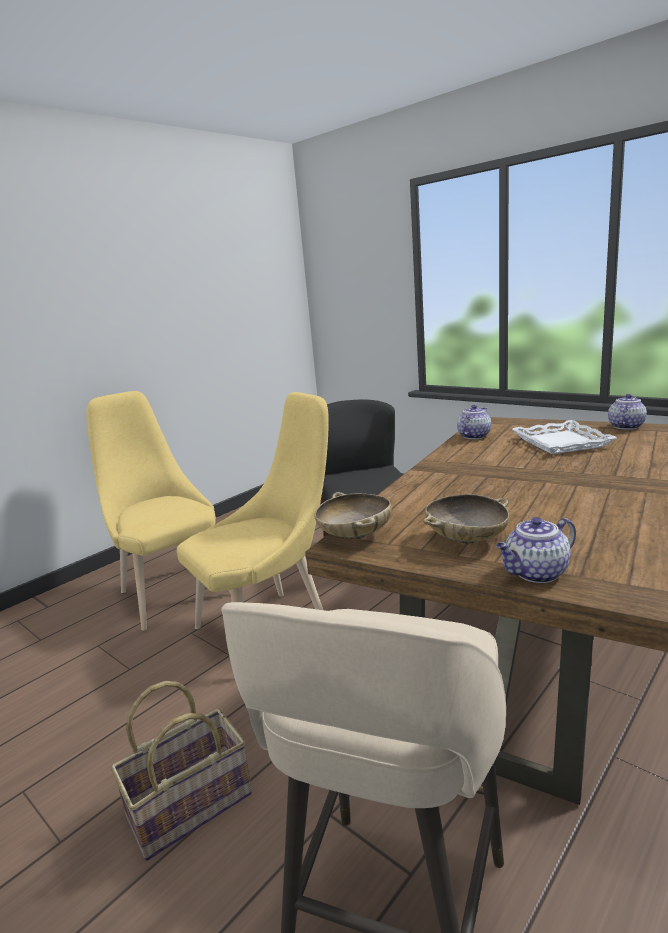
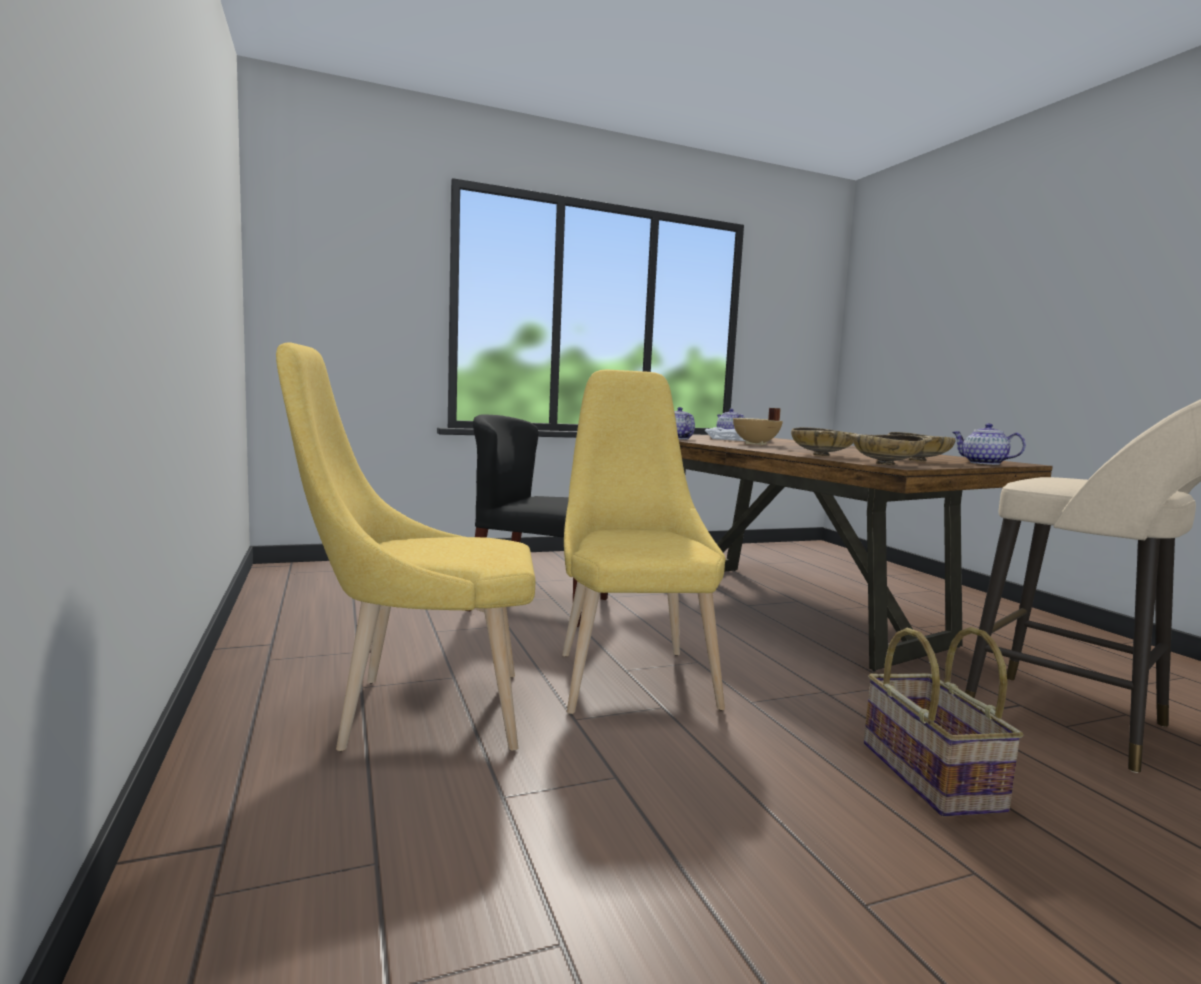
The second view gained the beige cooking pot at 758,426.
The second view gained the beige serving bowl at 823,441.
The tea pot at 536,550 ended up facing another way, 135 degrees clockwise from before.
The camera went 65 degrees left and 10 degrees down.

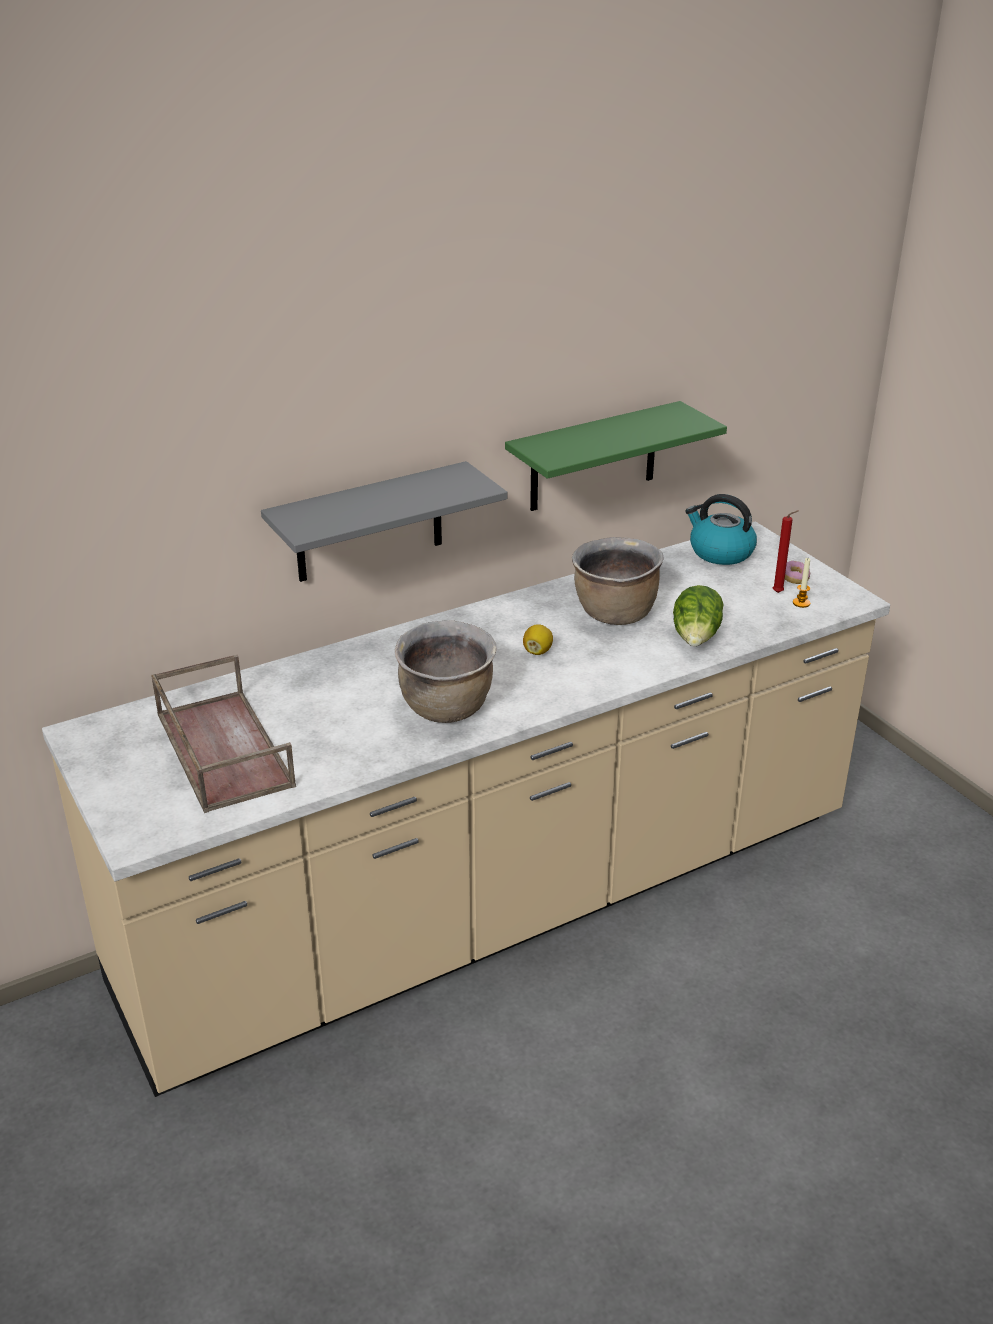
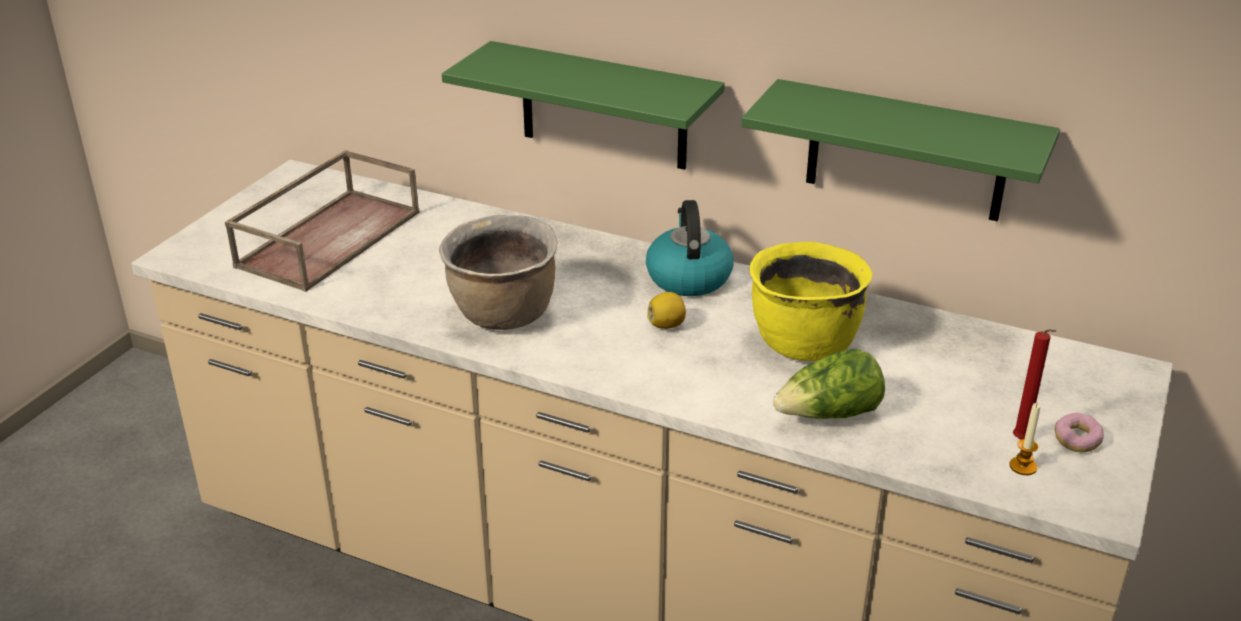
What was the greyish wall shelf at 384,521 turned into the greenish wall shelf at 583,105.
The tea kettle ended up elsewhere, having gone from 721,529 to 689,248.
What was the brown cooking pot at 617,581 turned into the yellowish cooking pot at 811,301.
The camera went 55 degrees right and 0 degrees up.

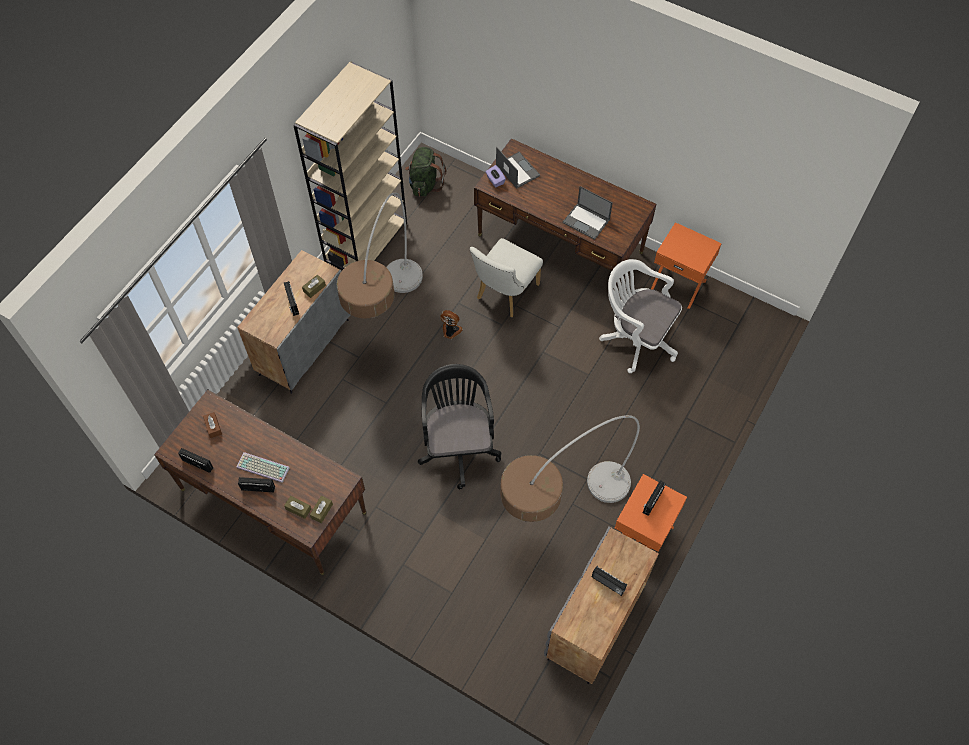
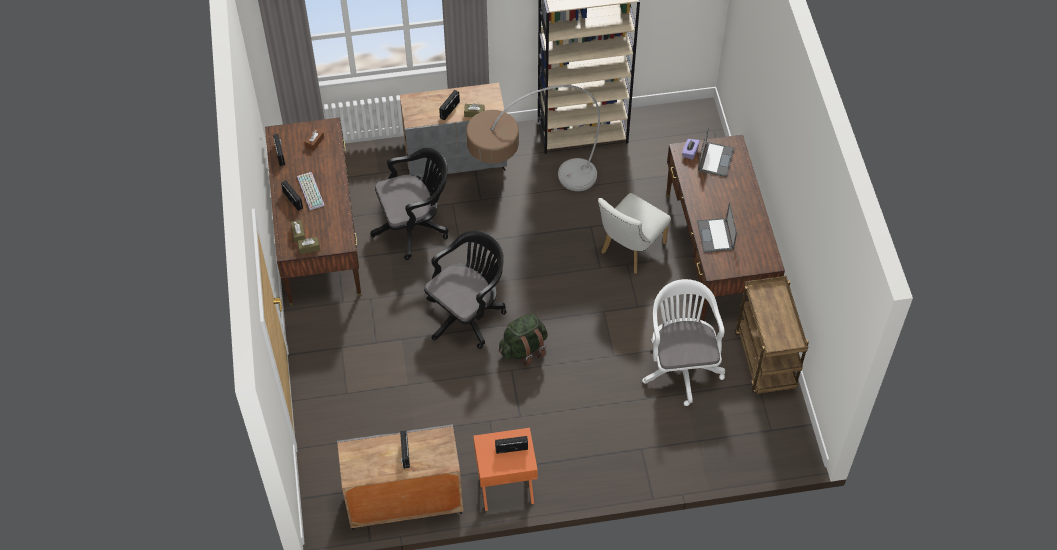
The second view gained the blackish desk chair at 409,204.
The greenish rucksack ended up elsewhere, having gone from 425,171 to 523,340.
The white plain chair at 506,277 ended up facing another way, 45 degrees counterclockwise from before.
Where the orangey nightstand stood at 686,265, the brown cart came to stand at 772,335.
The second view lost the electric fan at 451,324.
The second view lost the standing lamp at 570,468.
The camera went 50 degrees right and 5 degrees down.

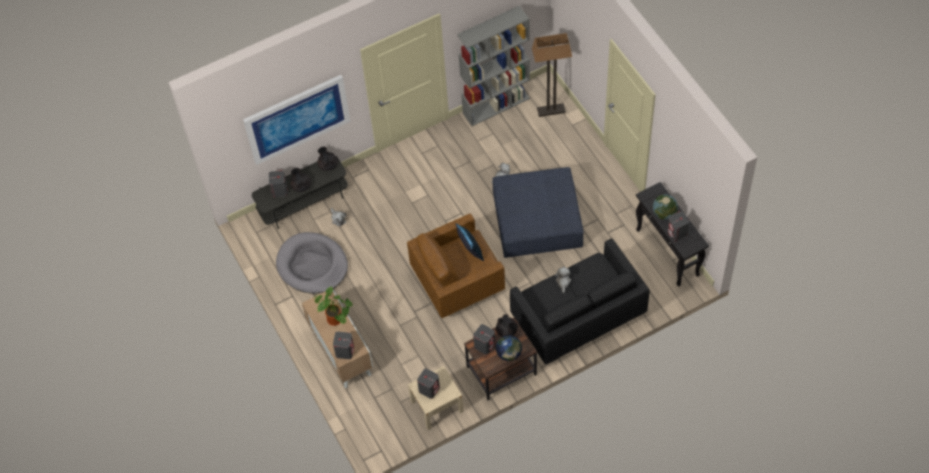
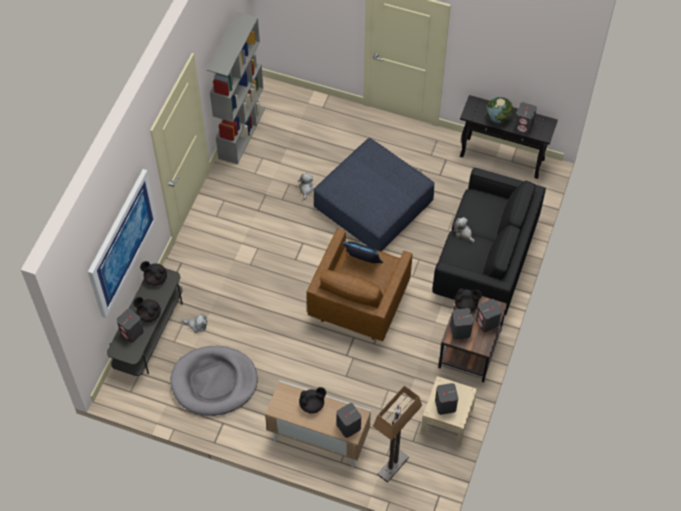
Where the potted plant stood at 333,306, the blackish tea pot came to stand at 312,400.
The standing lamp ended up elsewhere, having gone from 552,75 to 397,434.
Where the world globe stood at 509,348, the greyish speaker came to stand at 489,315.
The camera went 45 degrees left and 0 degrees up.

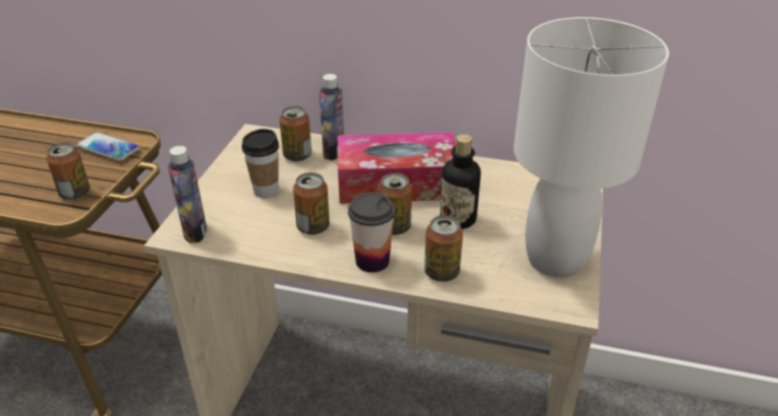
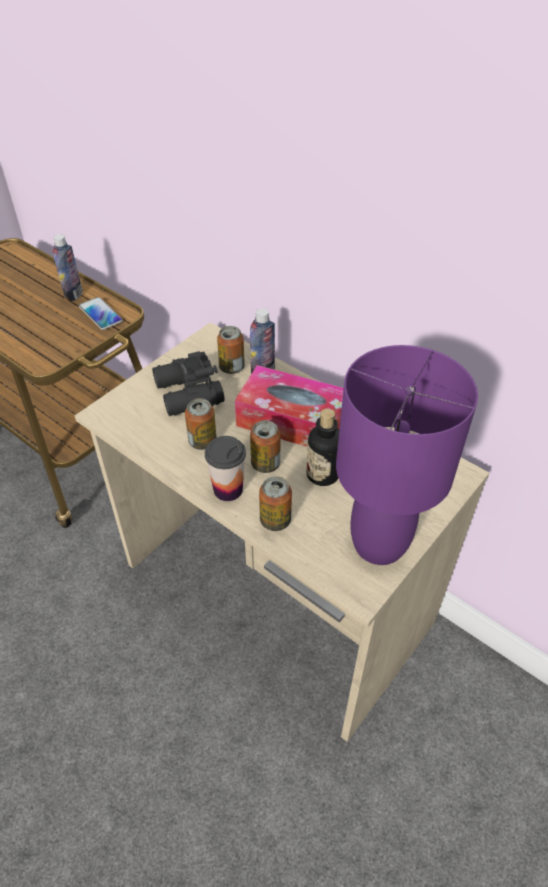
The drink bottle ended up elsewhere, having gone from 187,194 to 68,268.
Where the drinking cup stood at 260,163, the blackish pair of binoculars came to stand at 188,383.
What was the white tabletop lamp at 591,147 turned into the purple-coloured tabletop lamp at 407,455.
The second view lost the can at 68,171.
The camera went 25 degrees right and 10 degrees up.

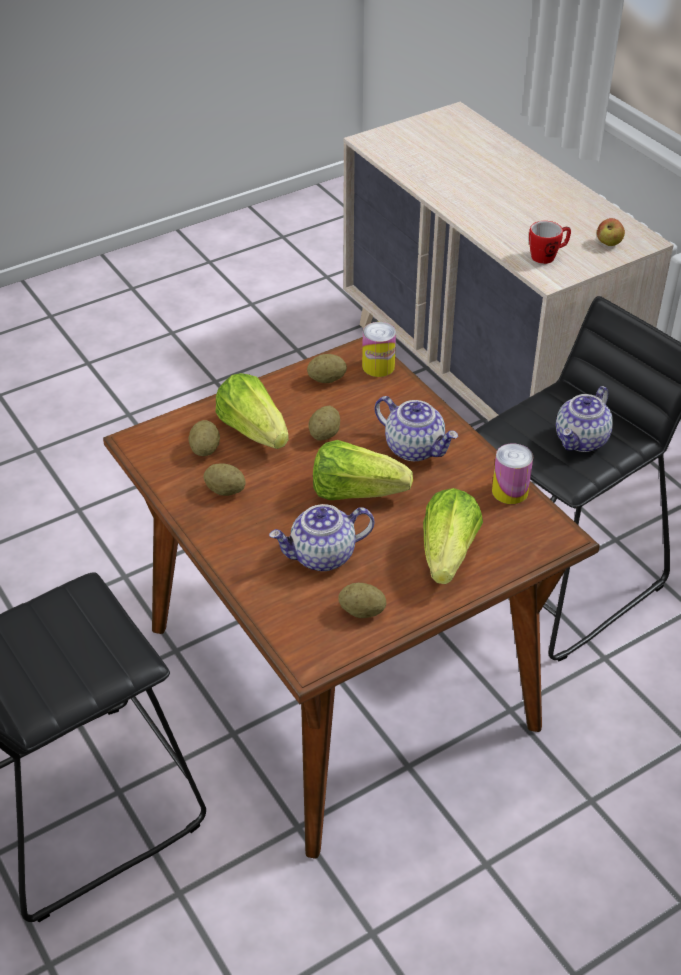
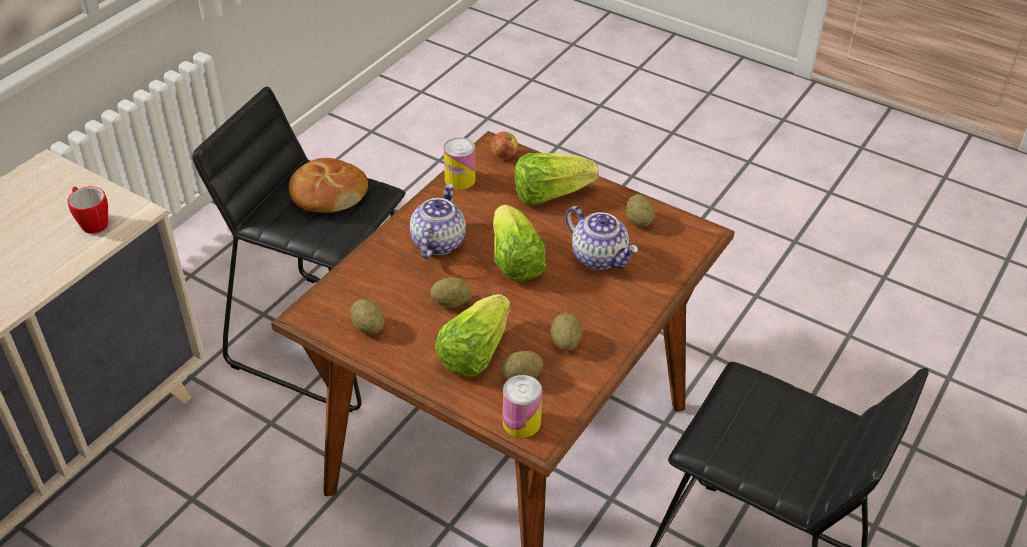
Where the tea pot stood at 584,419, the baked bread came to stand at 328,185.
The apple ended up elsewhere, having gone from 611,232 to 504,145.
The can ended up elsewhere, having gone from 379,349 to 522,406.
The camera went 115 degrees left and 0 degrees up.

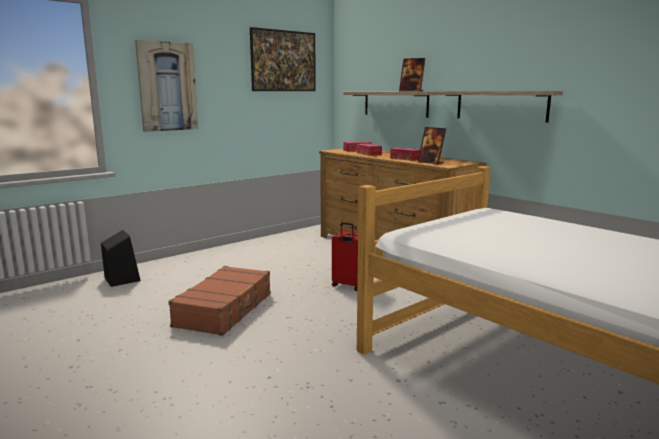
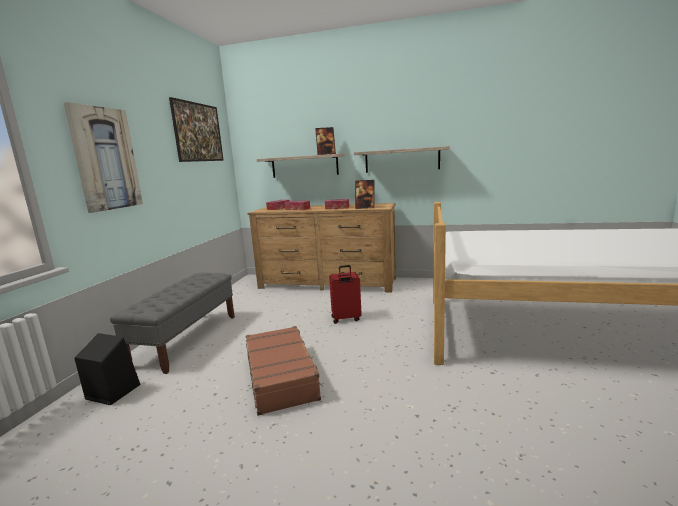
The second view gained the greyish indoor bench at 172,323.
The camera went 35 degrees left and 0 degrees up.

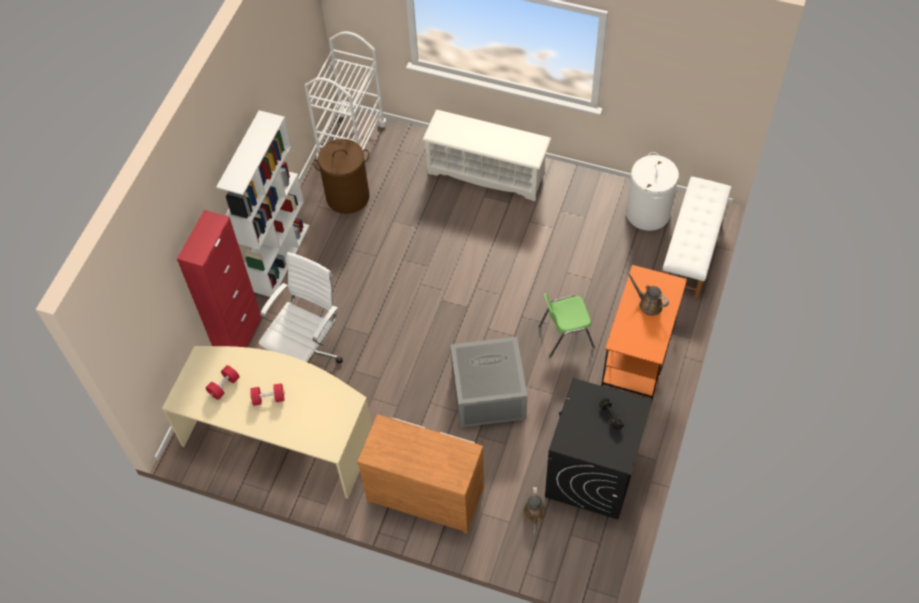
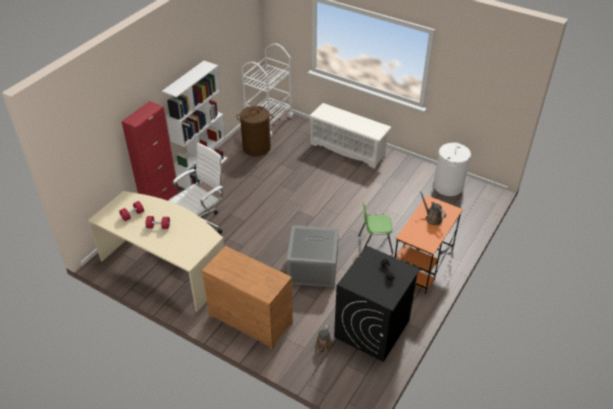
The second view lost the white indoor bench at 697,237.
The camera went 10 degrees right and 15 degrees down.

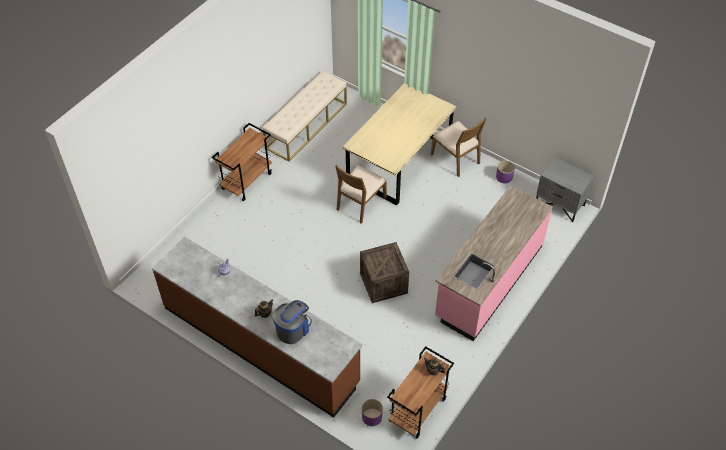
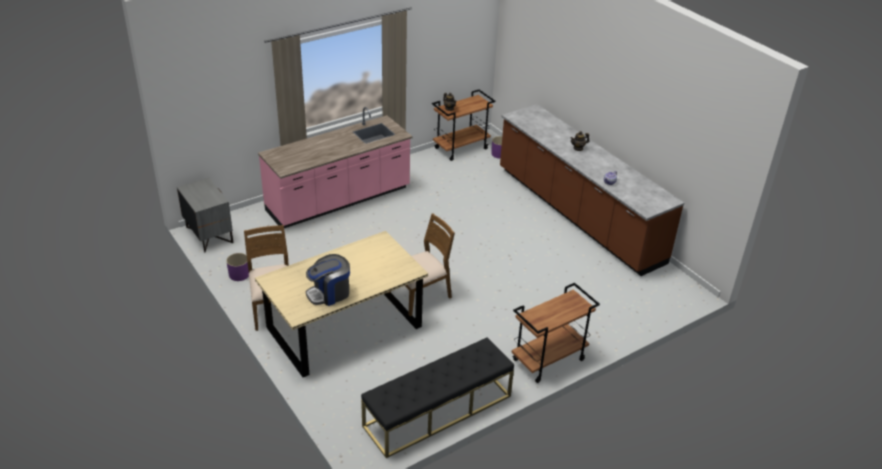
The coffee maker ended up elsewhere, having gone from 292,322 to 328,280.
What was the beige indoor bench at 304,116 turned into the blackish indoor bench at 437,397.
The second view lost the shipping crate at 384,272.
The camera went 160 degrees left and 15 degrees down.

